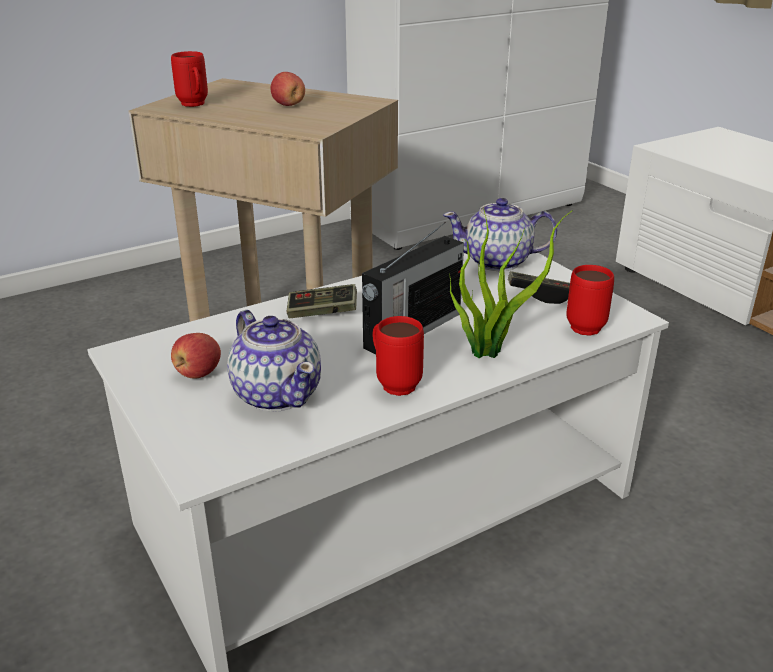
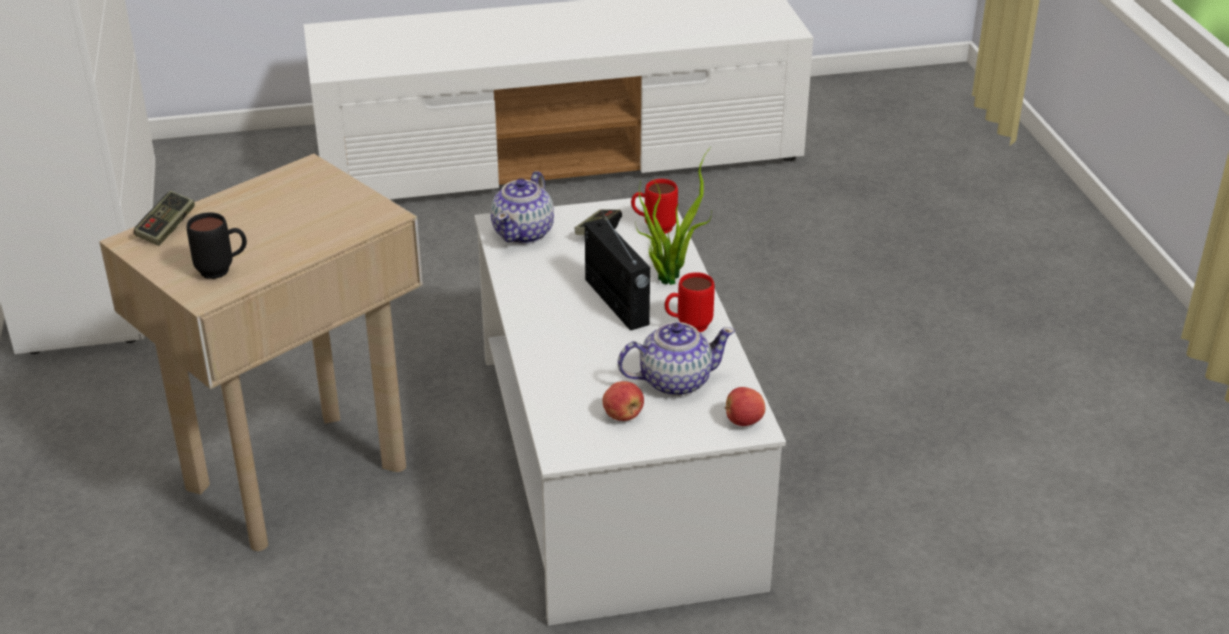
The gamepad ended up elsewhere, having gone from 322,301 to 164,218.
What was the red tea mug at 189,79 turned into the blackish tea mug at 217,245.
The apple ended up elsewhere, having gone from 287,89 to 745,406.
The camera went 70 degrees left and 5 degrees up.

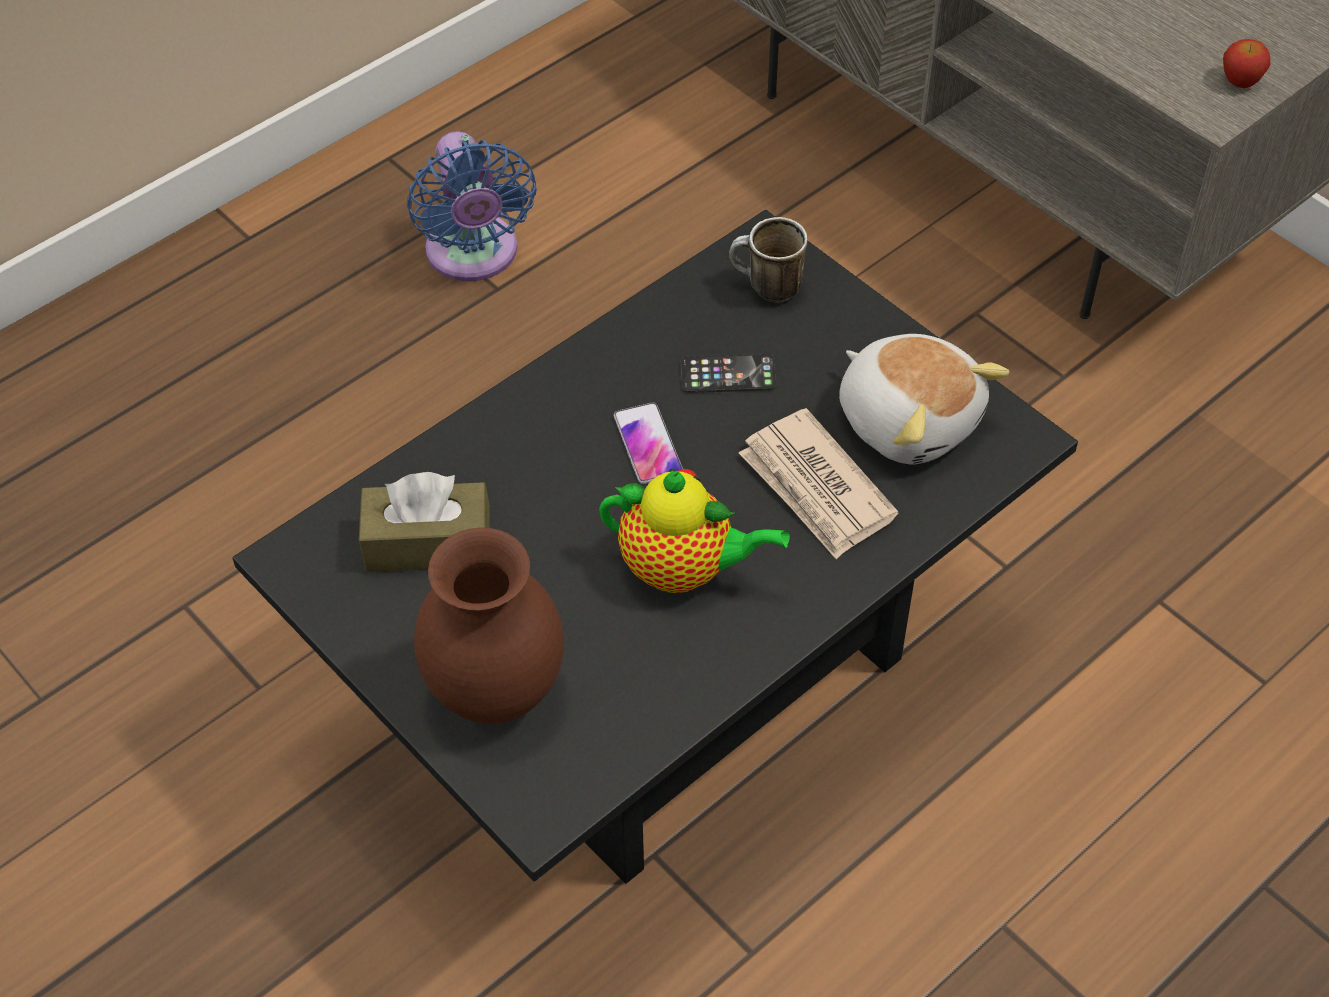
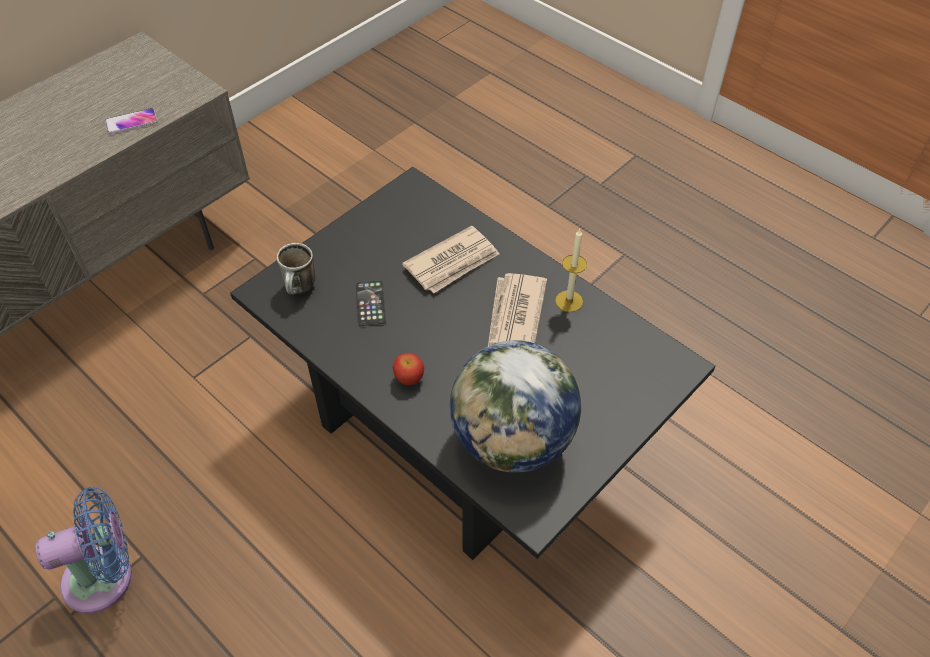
The telephone ended up elsewhere, having gone from 648,443 to 131,121.
The apple ended up elsewhere, having gone from 1246,63 to 408,369.
Where the brown tissue holder stood at 424,522, the world globe came to stand at 515,406.
Where the tea pot stood at 694,531, the daily paper came to stand at 517,309.
The second view gained the candle at 571,270.
The second view lost the brown flower vase at 489,626.
The second view lost the plush toy at 924,399.
The camera went 95 degrees left and 0 degrees up.

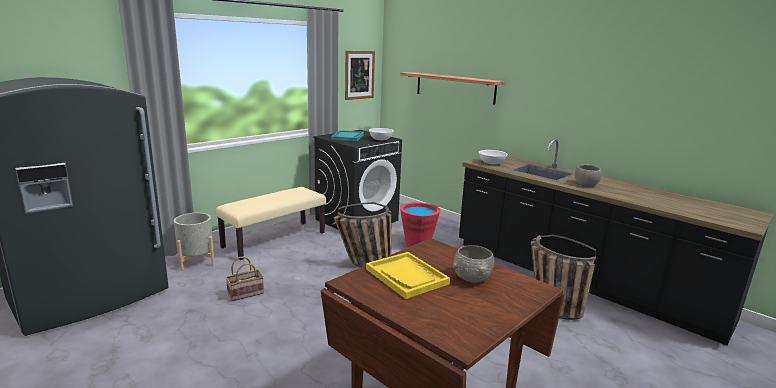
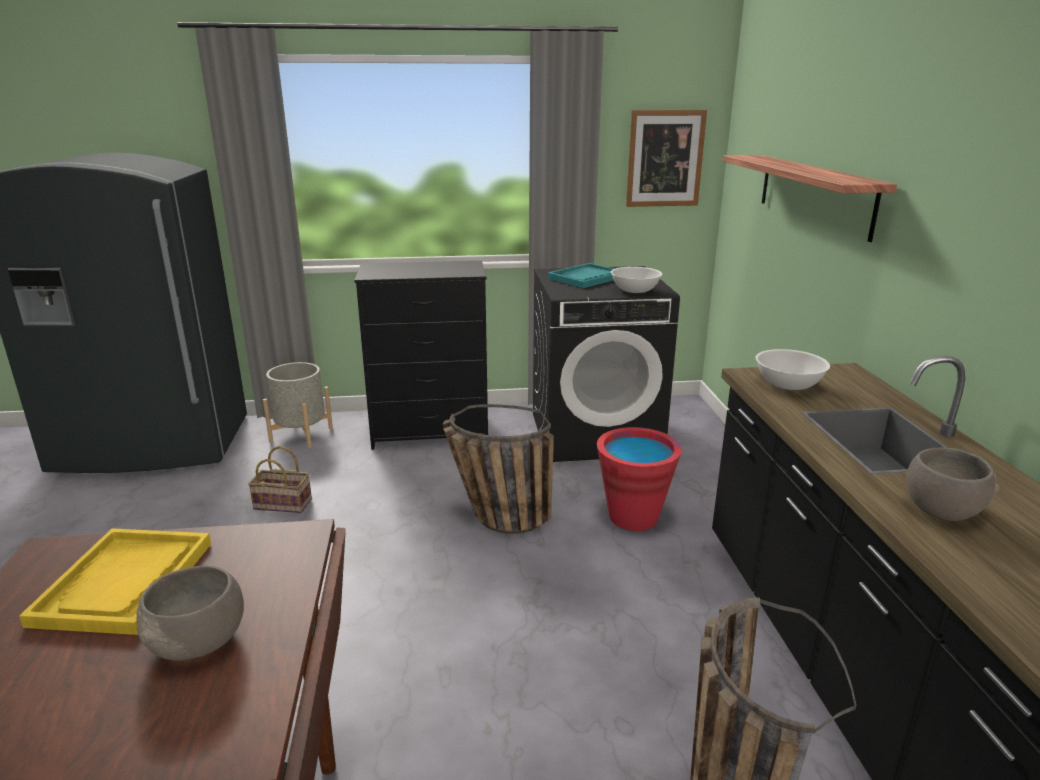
Where the beige indoor bench stood at 271,223, the blackish dresser came to stand at 421,355.
The camera went 40 degrees right and 5 degrees up.

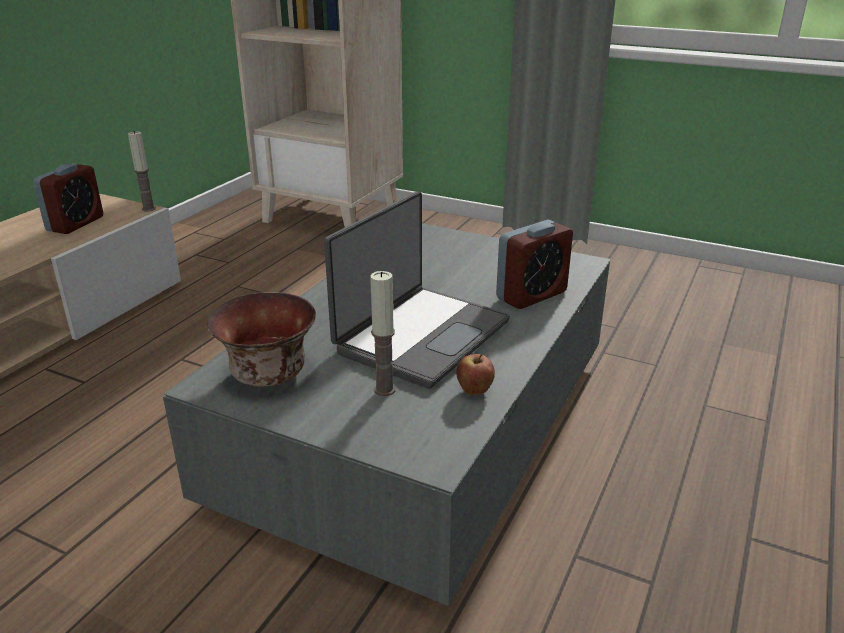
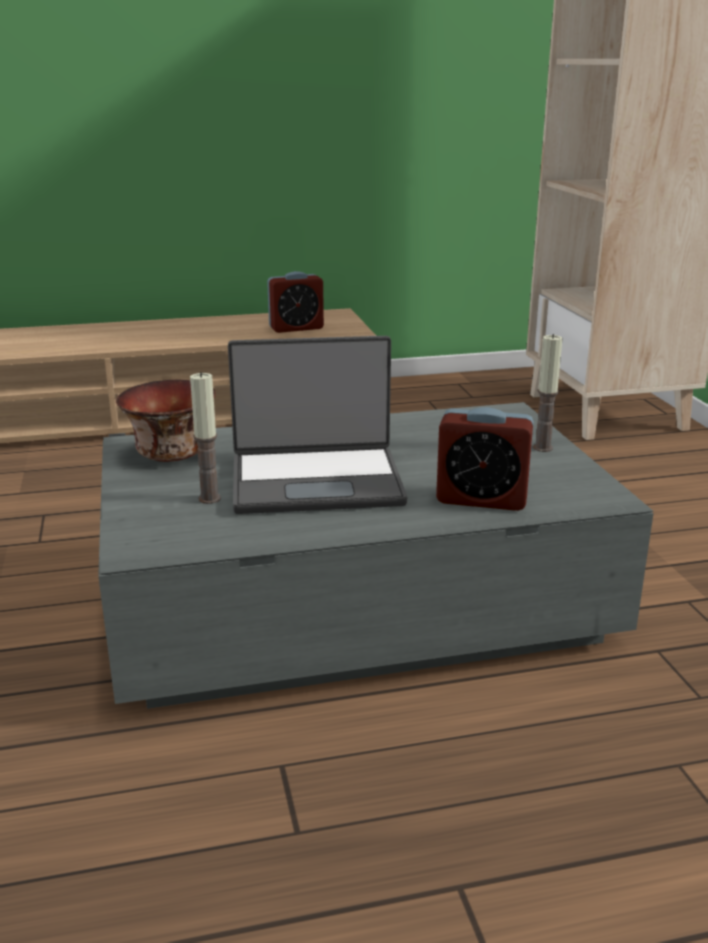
The candle ended up elsewhere, having gone from 142,171 to 548,393.
The second view lost the apple at 475,374.
The camera went 50 degrees right and 5 degrees down.

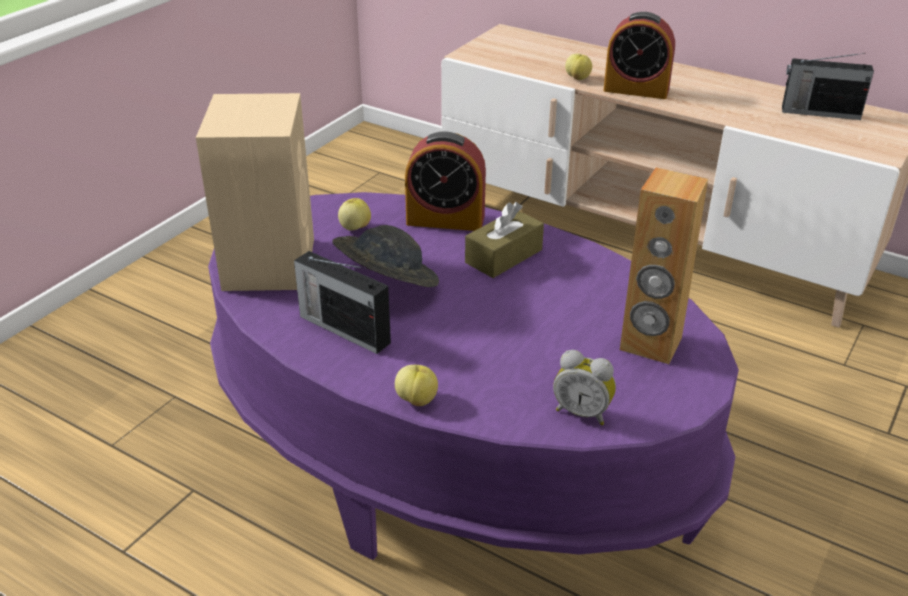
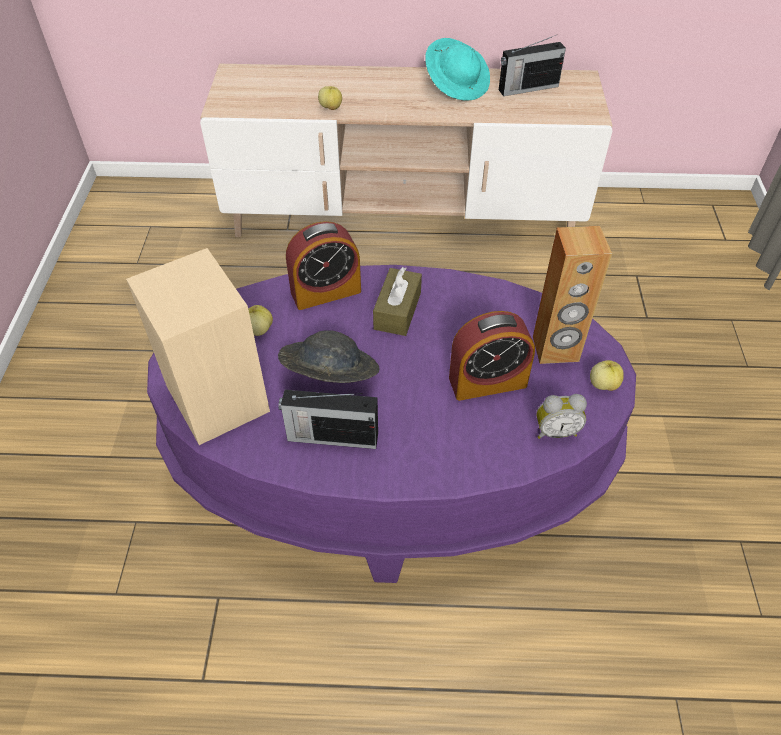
The second view gained the blue-green wearable hat at 457,69.
The alarm clock ended up elsewhere, having gone from 639,55 to 492,356.
The apple ended up elsewhere, having gone from 416,385 to 607,375.
The camera went 30 degrees left and 15 degrees up.

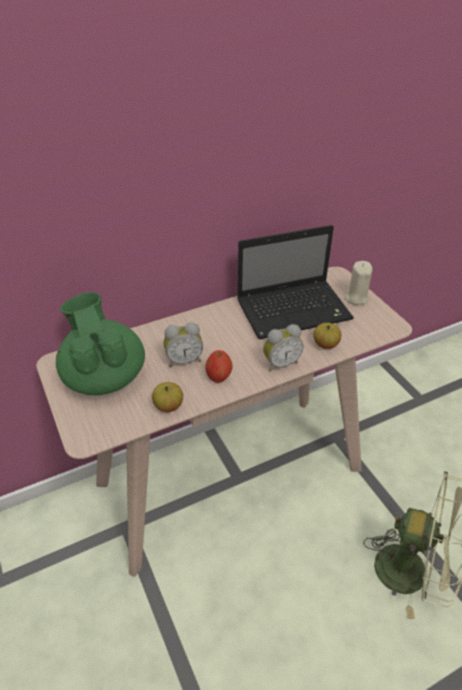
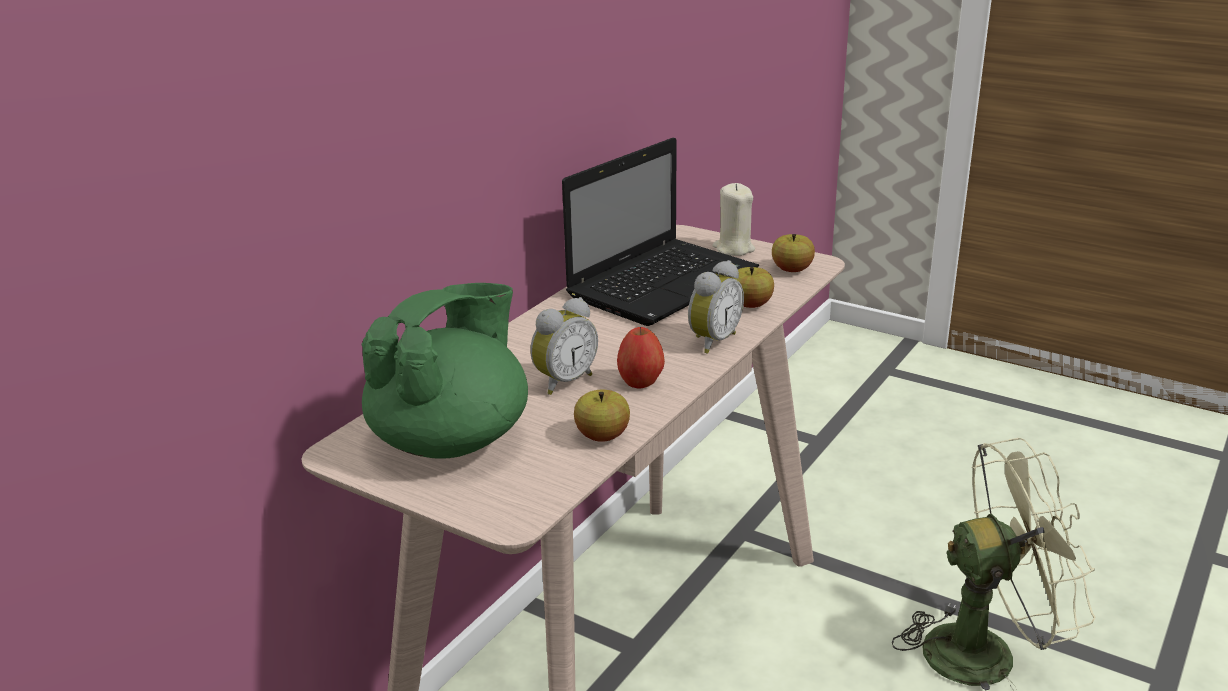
The greenish tea pot at 100,343 ended up facing another way, 90 degrees clockwise from before.
The second view gained the apple at 793,253.
The camera went 30 degrees left and 15 degrees down.

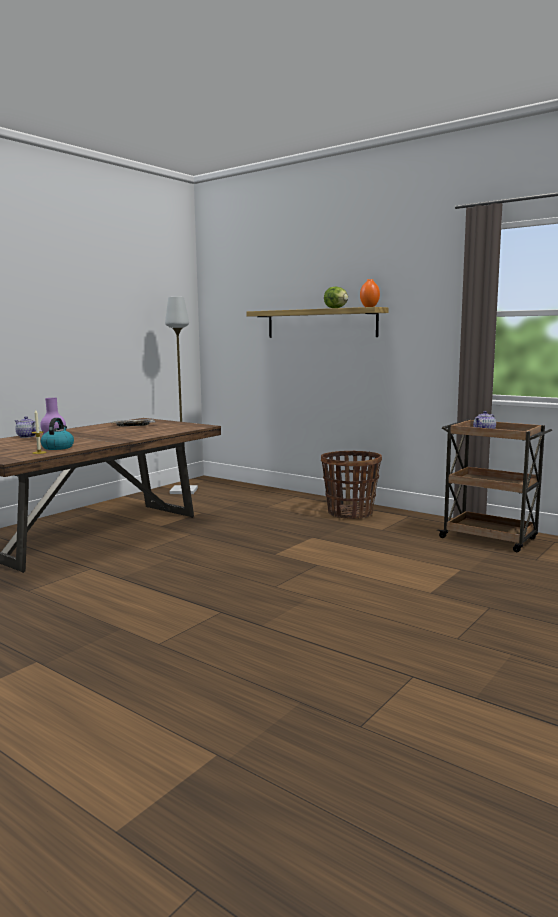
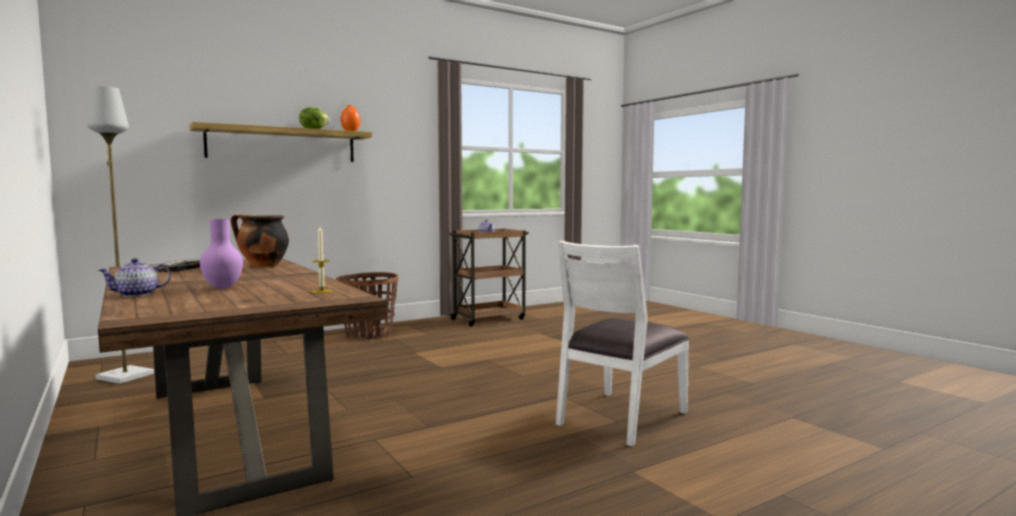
The second view gained the cooking pot at 260,240.
The second view gained the white plain chair at 623,343.
The second view lost the tea kettle at 57,434.
The camera went 70 degrees left and 5 degrees down.

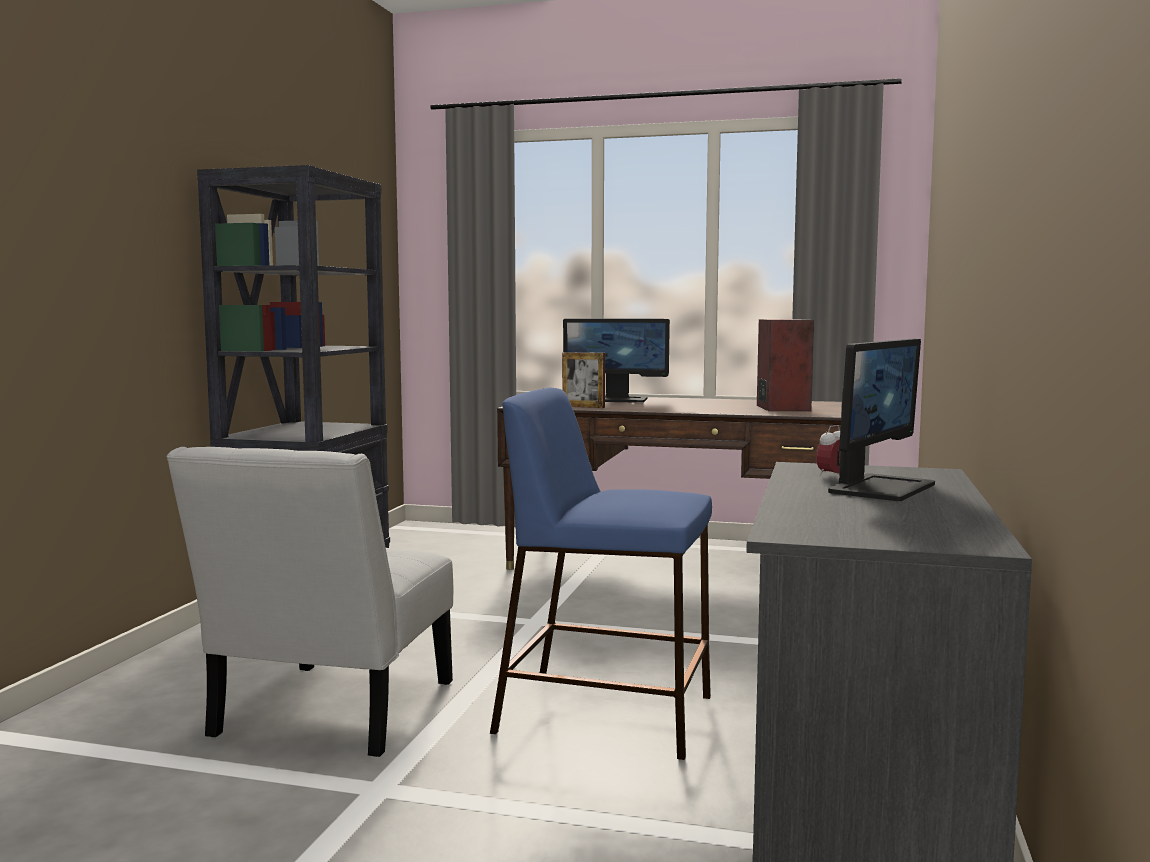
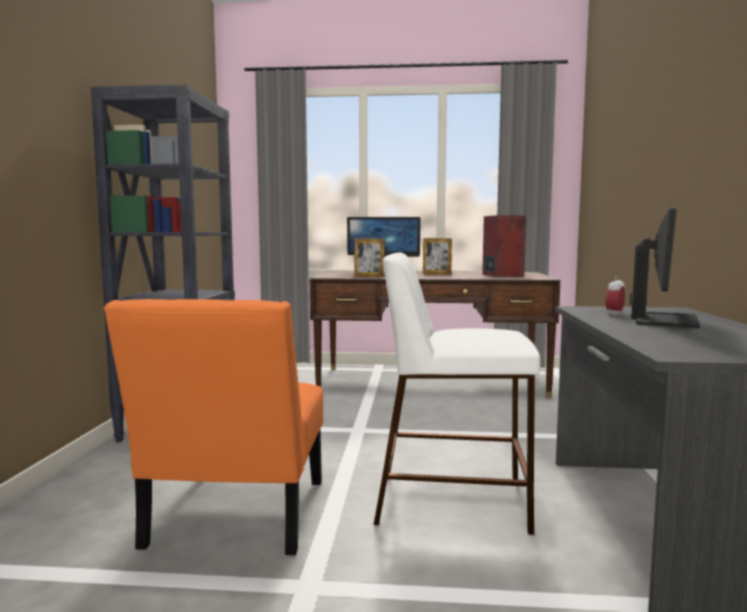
What was the white plain chair at 309,602 turned into the orangey plain chair at 213,427.
What was the blue-coloured stool seat at 601,574 turned into the white stool seat at 457,393.
The second view gained the photo frame at 437,256.
The camera went 10 degrees left and 0 degrees up.

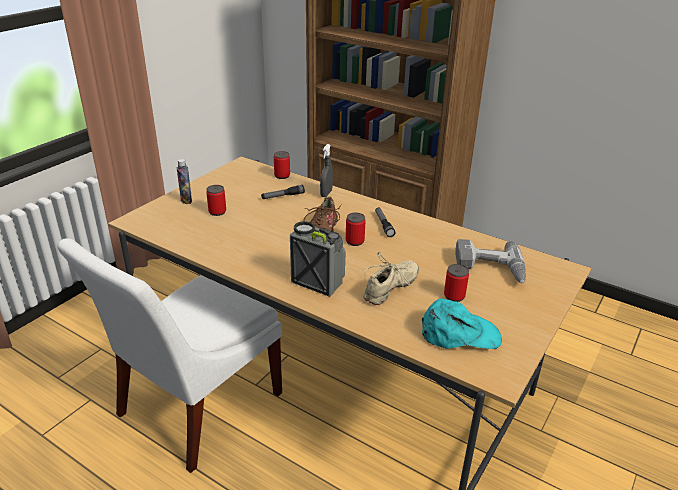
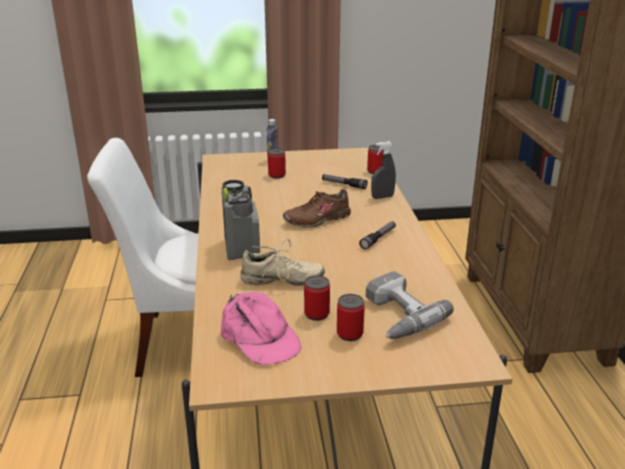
What was the blue-green cap at 462,324 turned into the pink-coloured cap at 261,328.
The can ended up elsewhere, having gone from 356,229 to 351,317.
The camera went 50 degrees right and 5 degrees down.

